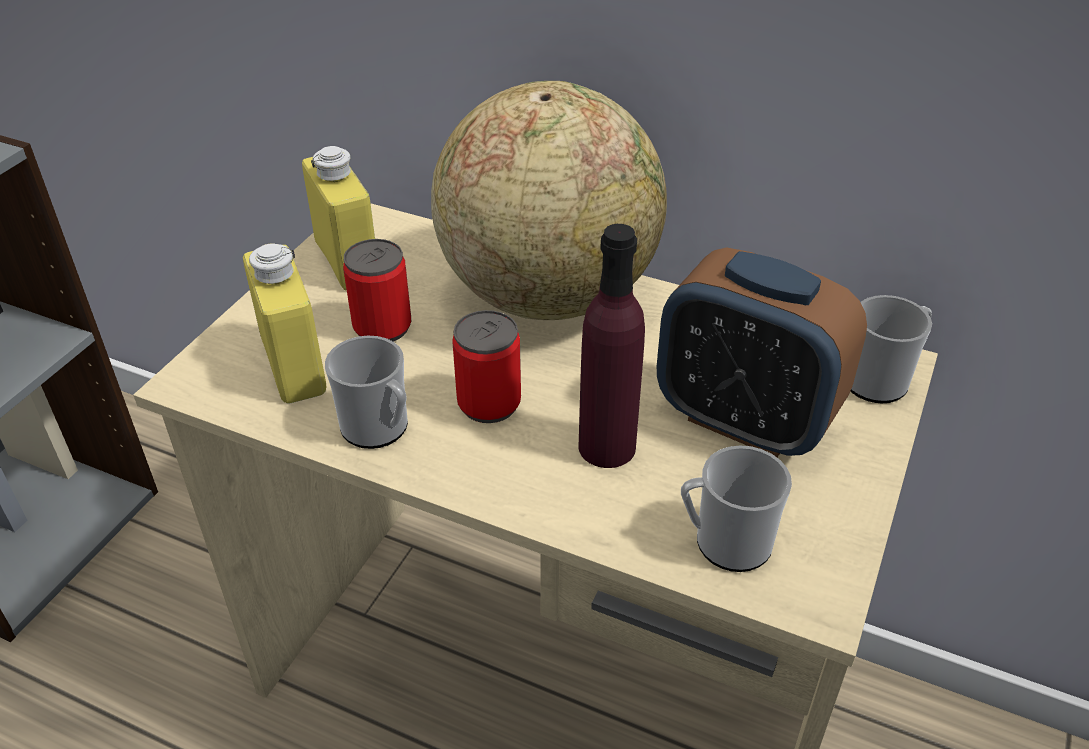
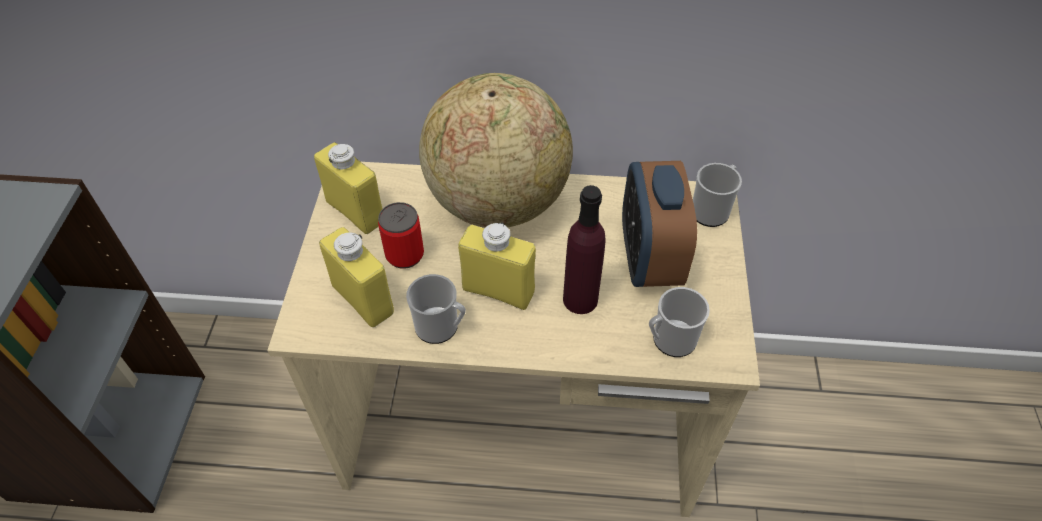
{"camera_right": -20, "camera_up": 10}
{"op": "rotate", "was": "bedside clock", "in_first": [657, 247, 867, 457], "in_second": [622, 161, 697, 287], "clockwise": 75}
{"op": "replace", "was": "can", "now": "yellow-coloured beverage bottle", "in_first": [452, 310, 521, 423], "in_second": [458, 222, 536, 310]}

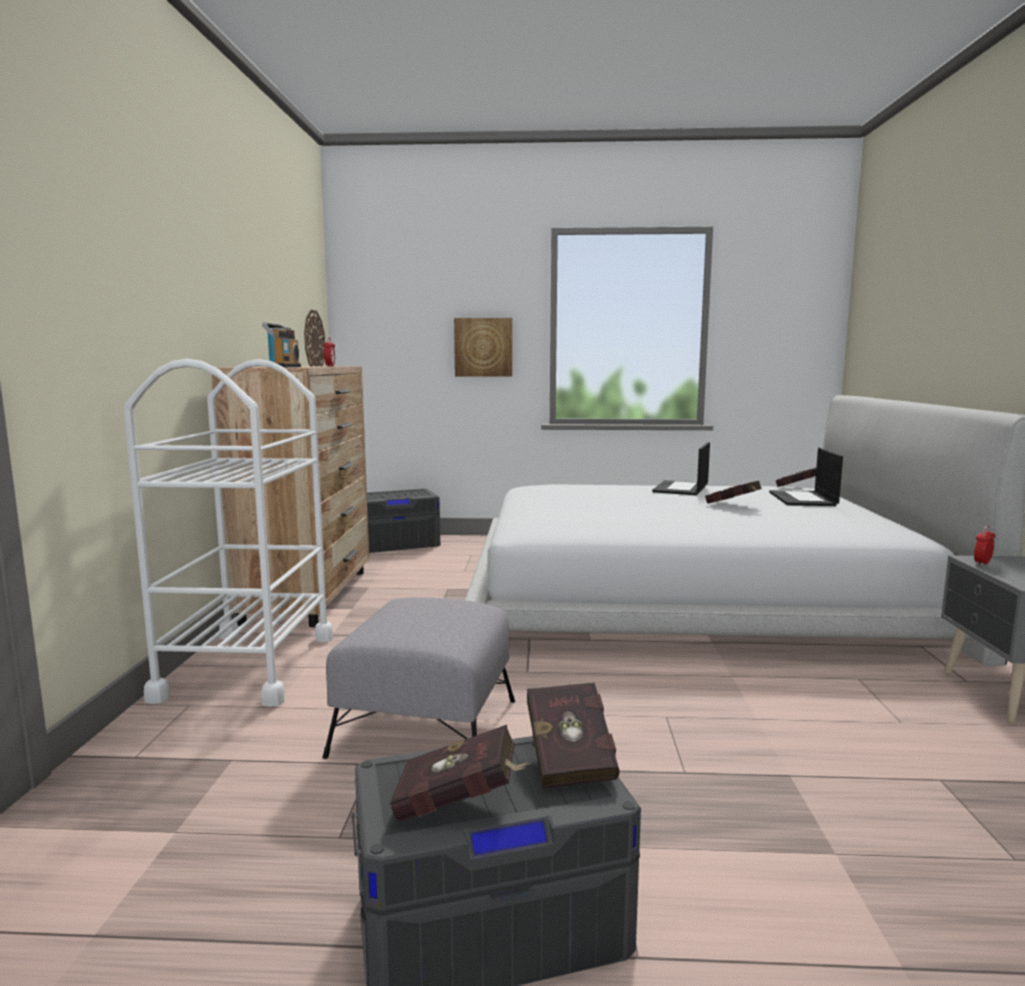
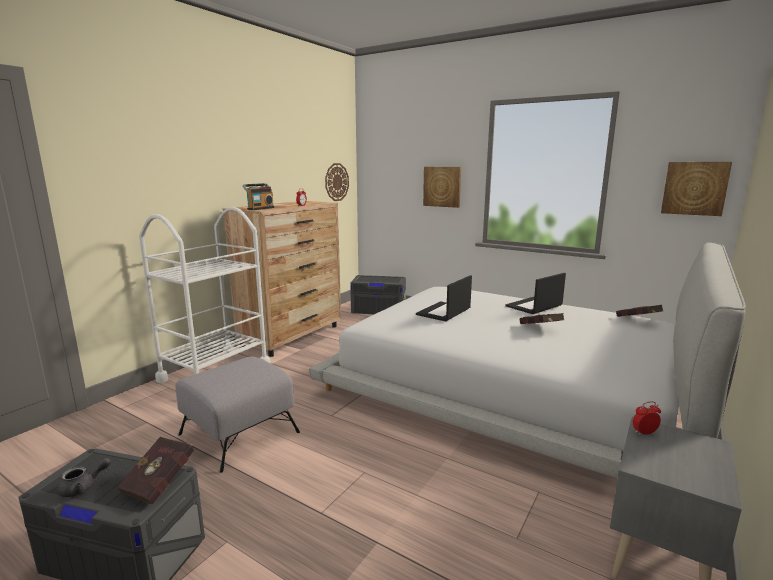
{"camera_right": 30, "camera_up": 5}
{"op": "move", "was": "portable computer", "in_first": [769, 448, 843, 506], "in_second": [416, 275, 472, 322]}
{"op": "replace", "was": "red bound book", "now": "greyish teapot", "in_first": [390, 725, 531, 822], "in_second": [57, 458, 111, 497]}
{"op": "insert", "now": "wall picture", "in_second": [661, 162, 732, 216]}

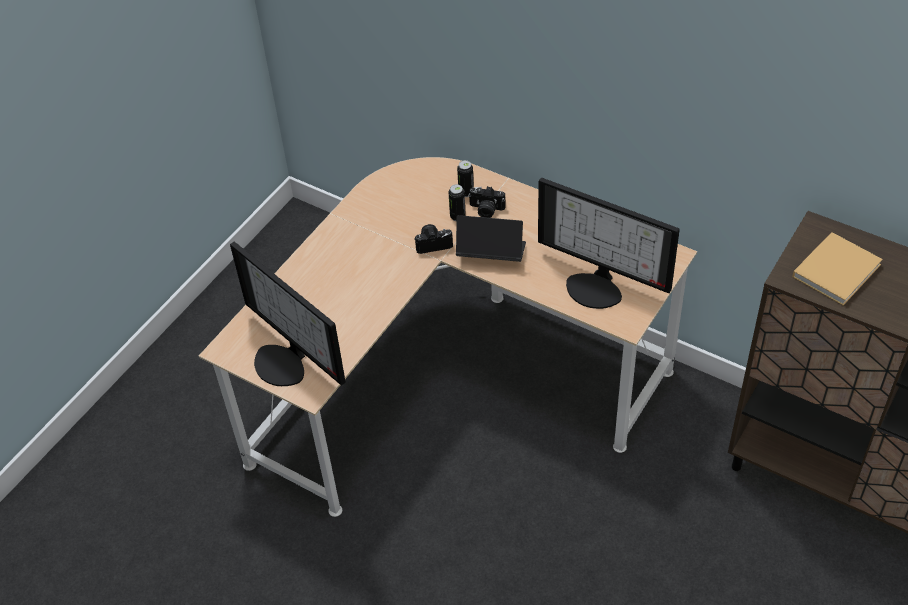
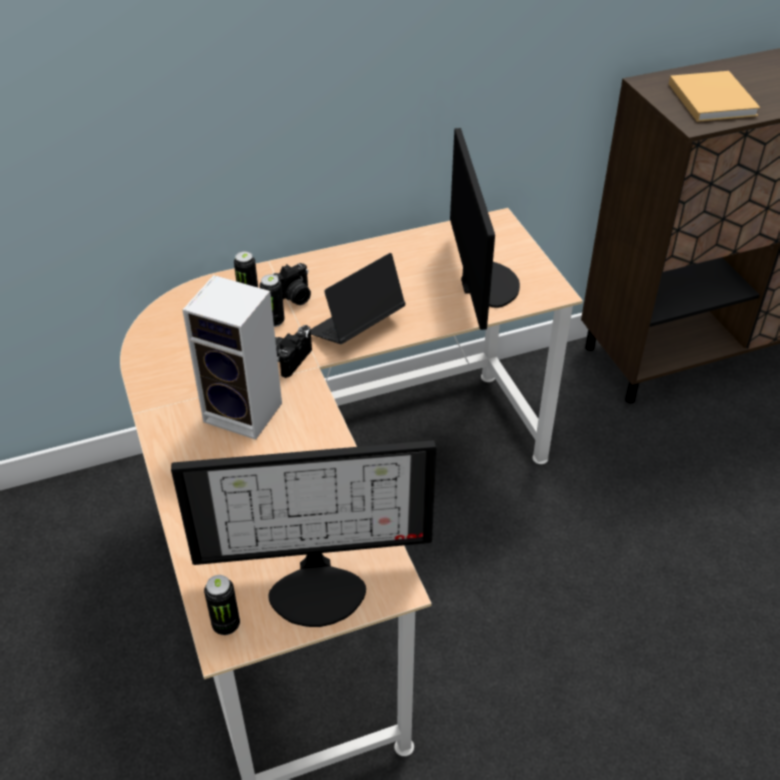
{"camera_right": -55, "camera_up": -5}
{"op": "rotate", "was": "monitor", "in_first": [538, 178, 680, 309], "in_second": [450, 128, 520, 330], "clockwise": -75}
{"op": "insert", "now": "speaker", "in_second": [182, 275, 282, 440]}
{"op": "insert", "now": "can", "in_second": [204, 575, 240, 635]}

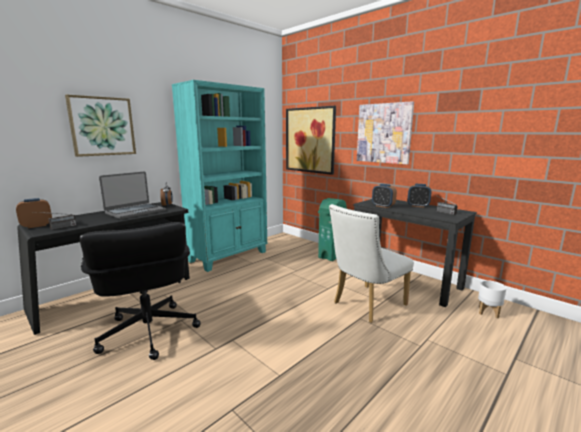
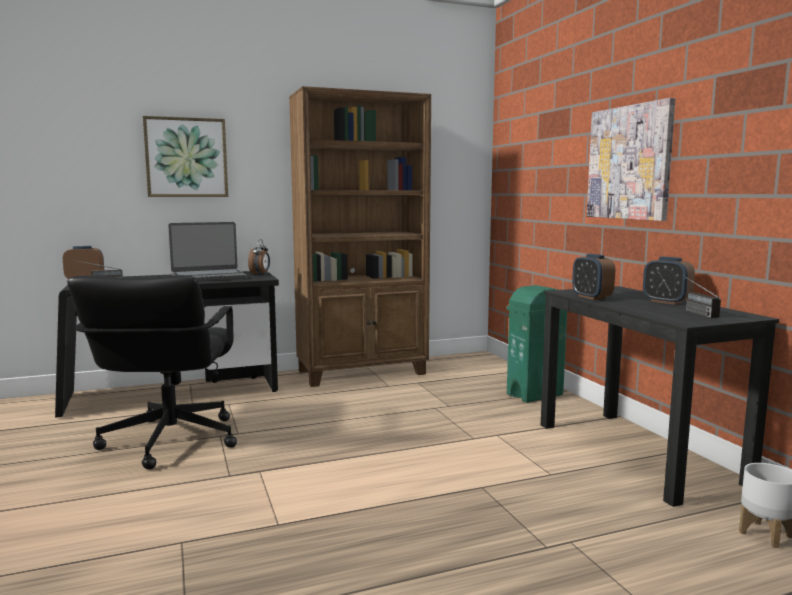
{"camera_right": 25, "camera_up": -5}
{"op": "recolor", "was": "blue-green shelving unit", "now": "brownish shelving unit", "in_first": [172, 80, 267, 272], "in_second": [289, 86, 431, 387]}
{"op": "delete", "was": "wall picture", "in_first": [286, 106, 336, 175]}
{"op": "delete", "was": "white chair", "in_first": [329, 204, 414, 323]}

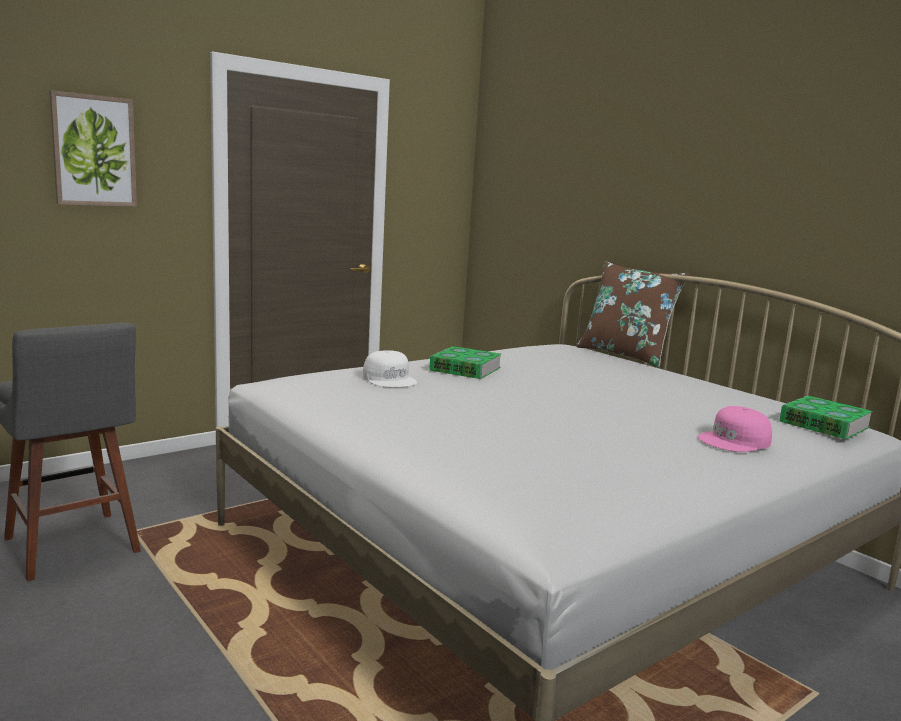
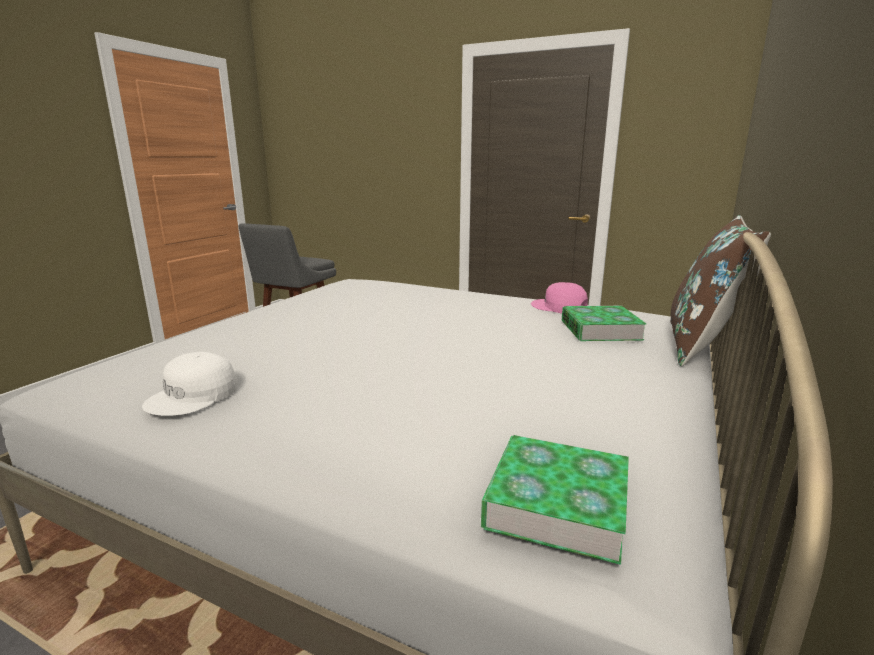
{"camera_right": 65, "camera_up": 5}
{"op": "delete", "was": "wall picture", "in_first": [50, 90, 137, 207]}
{"op": "move", "was": "bound book", "in_first": [429, 346, 501, 379], "in_second": [562, 306, 646, 341]}
{"op": "move", "was": "white baseball cap", "in_first": [363, 350, 417, 387], "in_second": [142, 352, 238, 416]}
{"op": "move", "was": "pink baseball cap", "in_first": [698, 406, 772, 452], "in_second": [531, 282, 588, 313]}

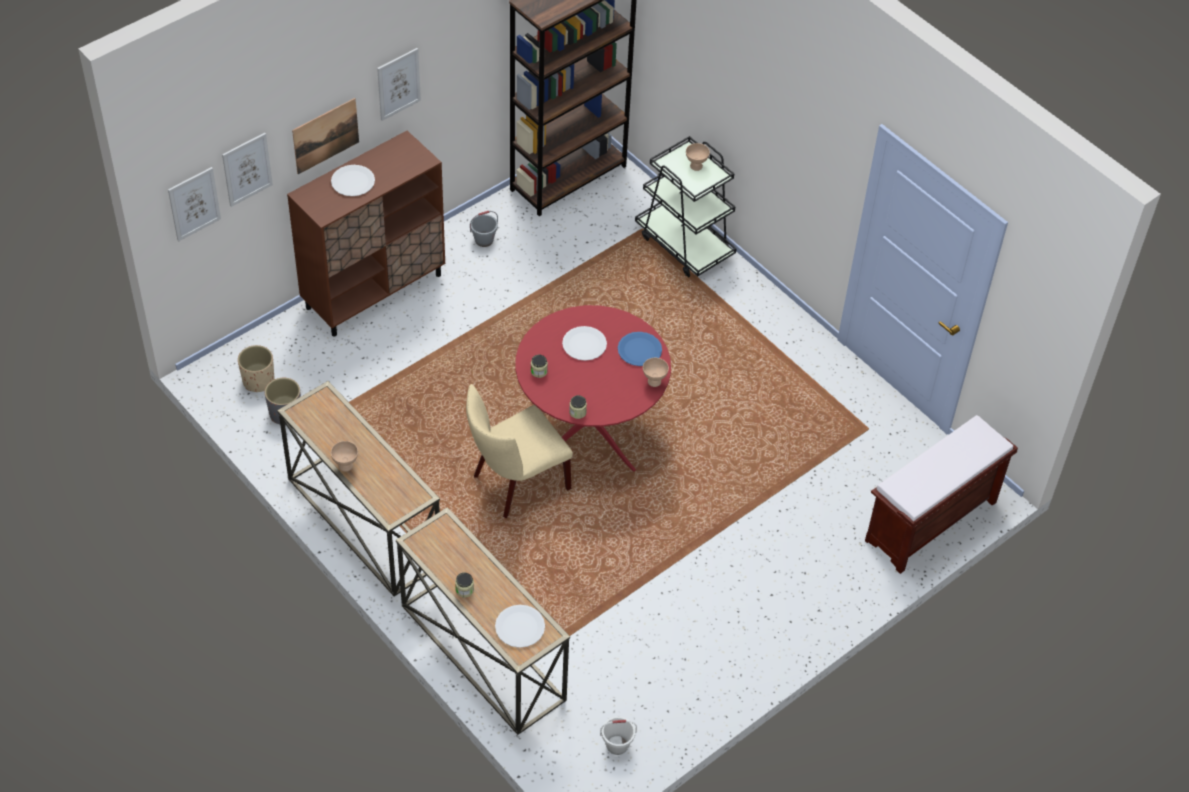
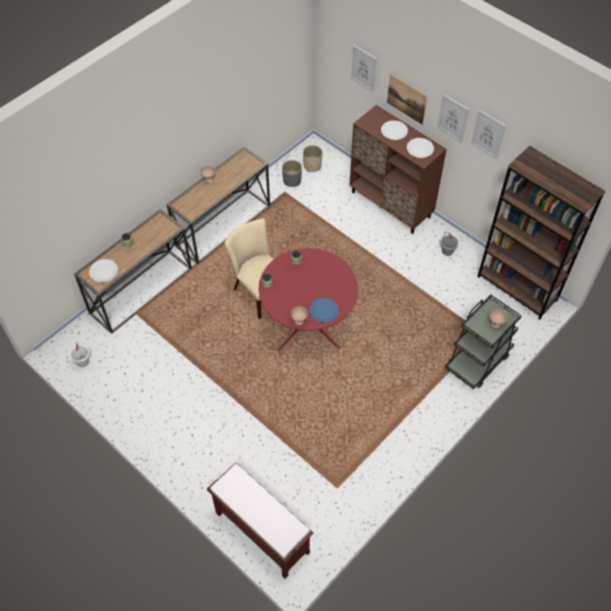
{"camera_right": 85, "camera_up": 5}
{"op": "move", "was": "wall picture", "in_first": [168, 167, 221, 241], "in_second": [471, 110, 506, 159]}
{"op": "move", "was": "white dinner plate", "in_first": [562, 326, 607, 361], "in_second": [407, 138, 434, 158]}

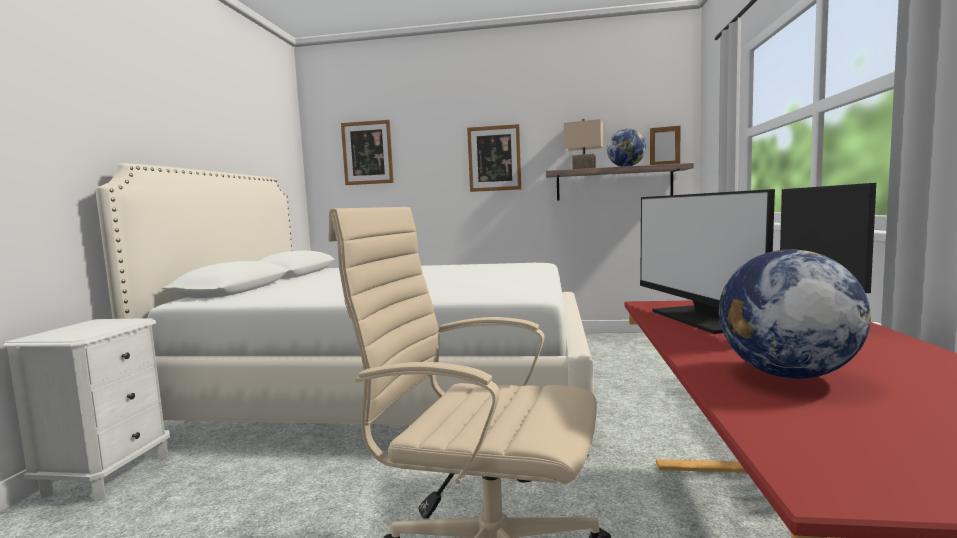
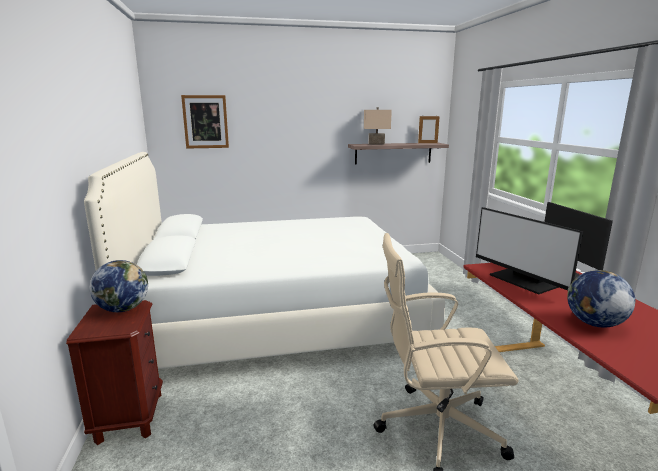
{"camera_right": -20, "camera_up": 10}
{"op": "delete", "was": "wall picture", "in_first": [467, 124, 521, 192]}
{"op": "move", "was": "world globe", "in_first": [607, 129, 646, 167], "in_second": [90, 260, 148, 312]}
{"op": "recolor", "was": "white bedside table", "now": "brownish bedside table", "in_first": [3, 318, 170, 501], "in_second": [66, 300, 163, 445]}

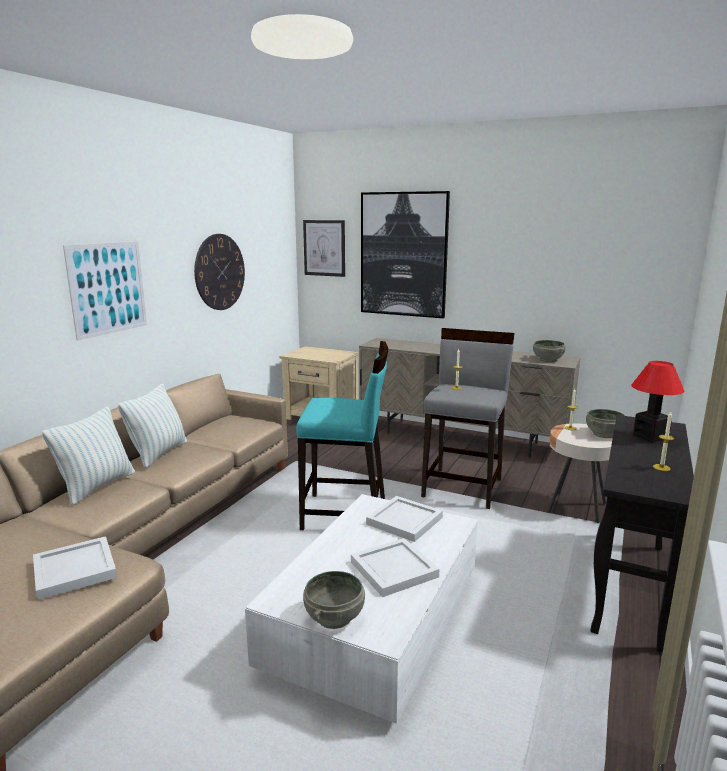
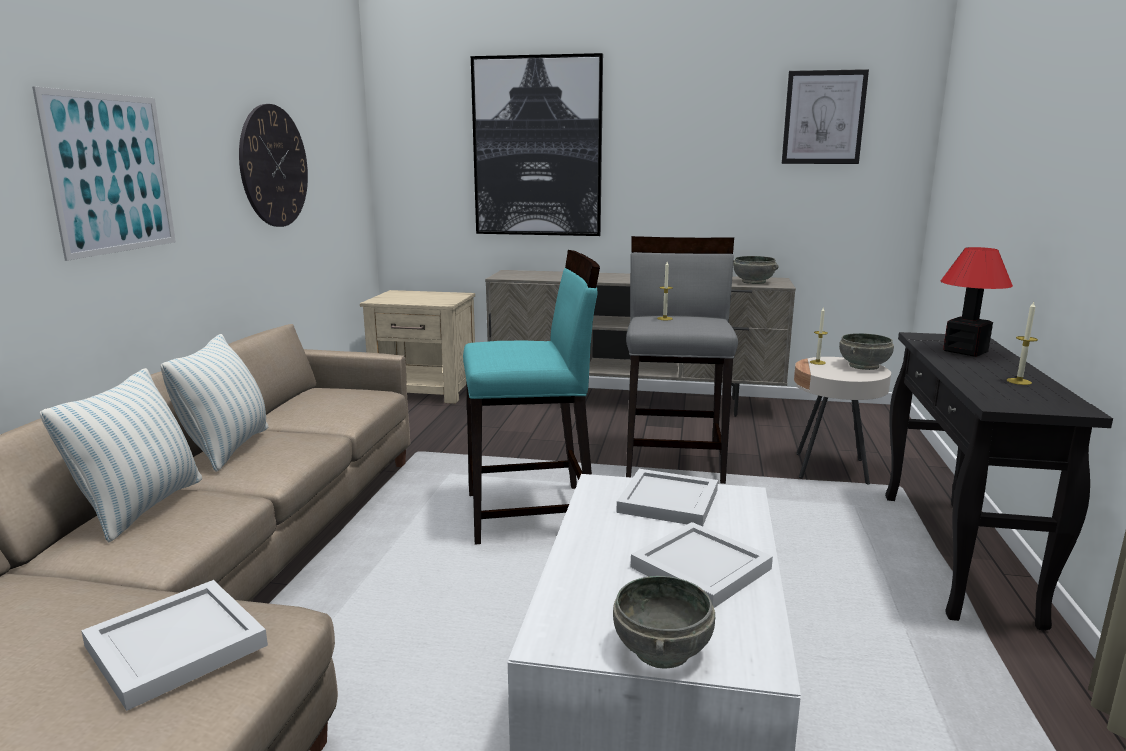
{"camera_right": -15, "camera_up": 0}
{"op": "move", "was": "wall picture", "in_first": [303, 220, 345, 277], "in_second": [782, 69, 869, 164]}

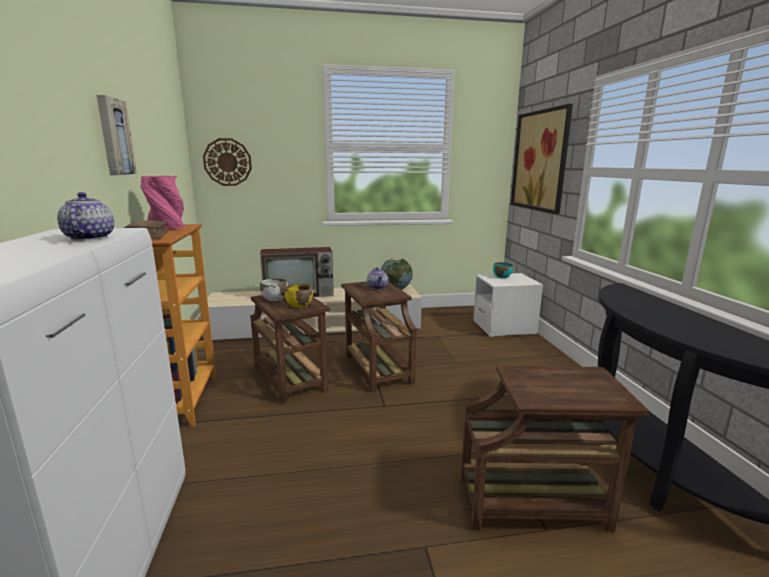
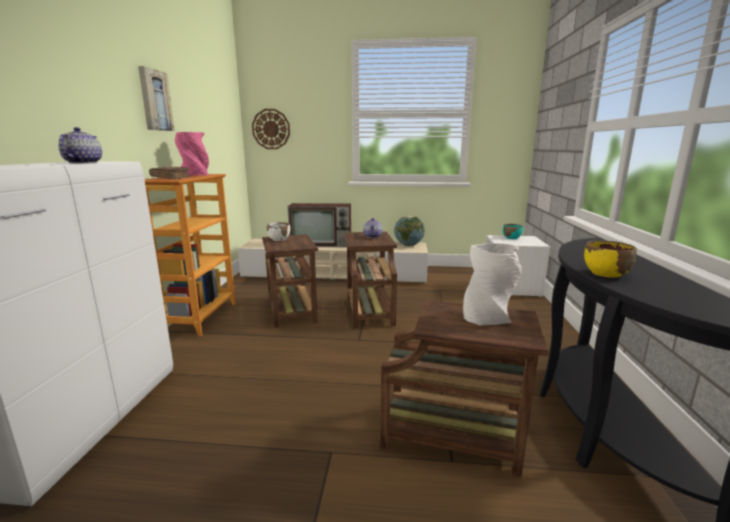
{"camera_right": 15, "camera_up": 0}
{"op": "delete", "was": "wall picture", "in_first": [511, 104, 573, 214]}
{"op": "move", "was": "yellow-coloured bowl", "in_first": [285, 284, 313, 308], "in_second": [584, 241, 637, 278]}
{"op": "insert", "now": "white flower vase", "in_second": [463, 243, 522, 325]}

